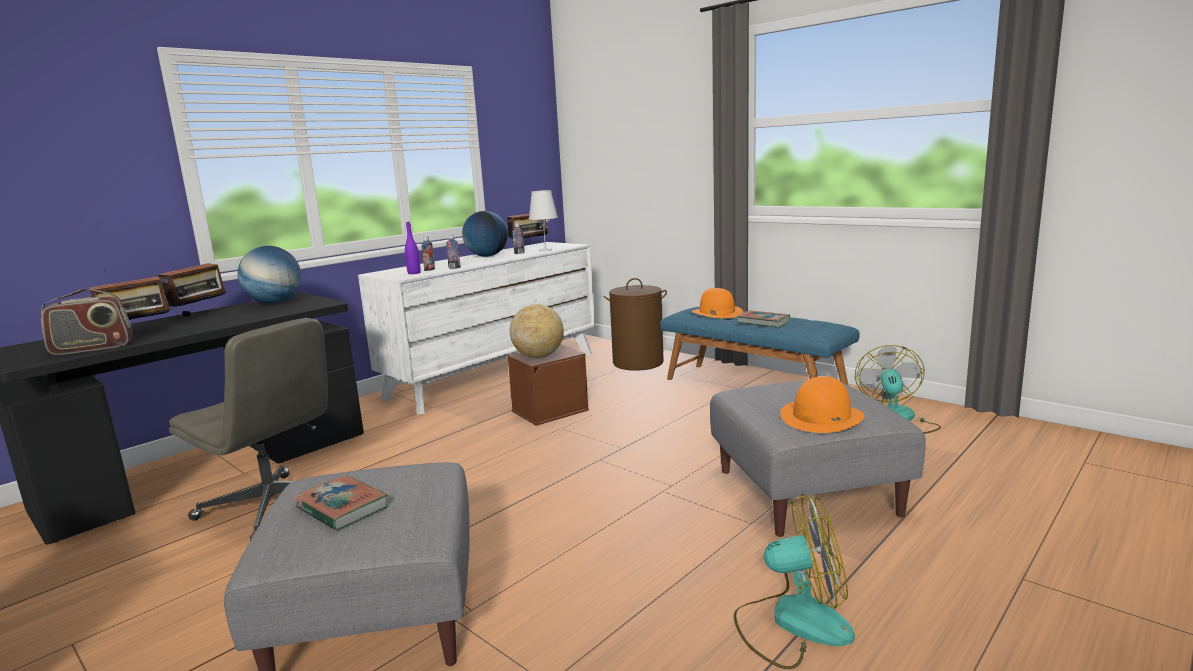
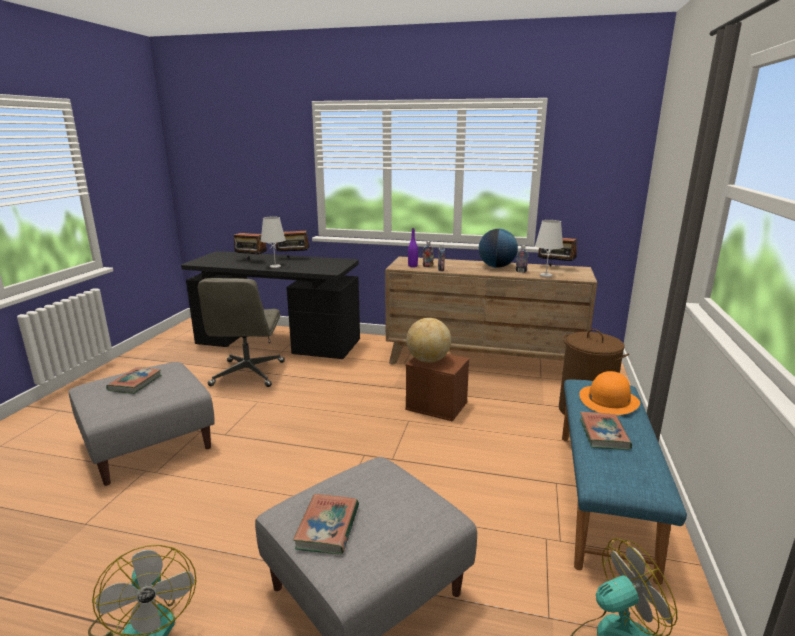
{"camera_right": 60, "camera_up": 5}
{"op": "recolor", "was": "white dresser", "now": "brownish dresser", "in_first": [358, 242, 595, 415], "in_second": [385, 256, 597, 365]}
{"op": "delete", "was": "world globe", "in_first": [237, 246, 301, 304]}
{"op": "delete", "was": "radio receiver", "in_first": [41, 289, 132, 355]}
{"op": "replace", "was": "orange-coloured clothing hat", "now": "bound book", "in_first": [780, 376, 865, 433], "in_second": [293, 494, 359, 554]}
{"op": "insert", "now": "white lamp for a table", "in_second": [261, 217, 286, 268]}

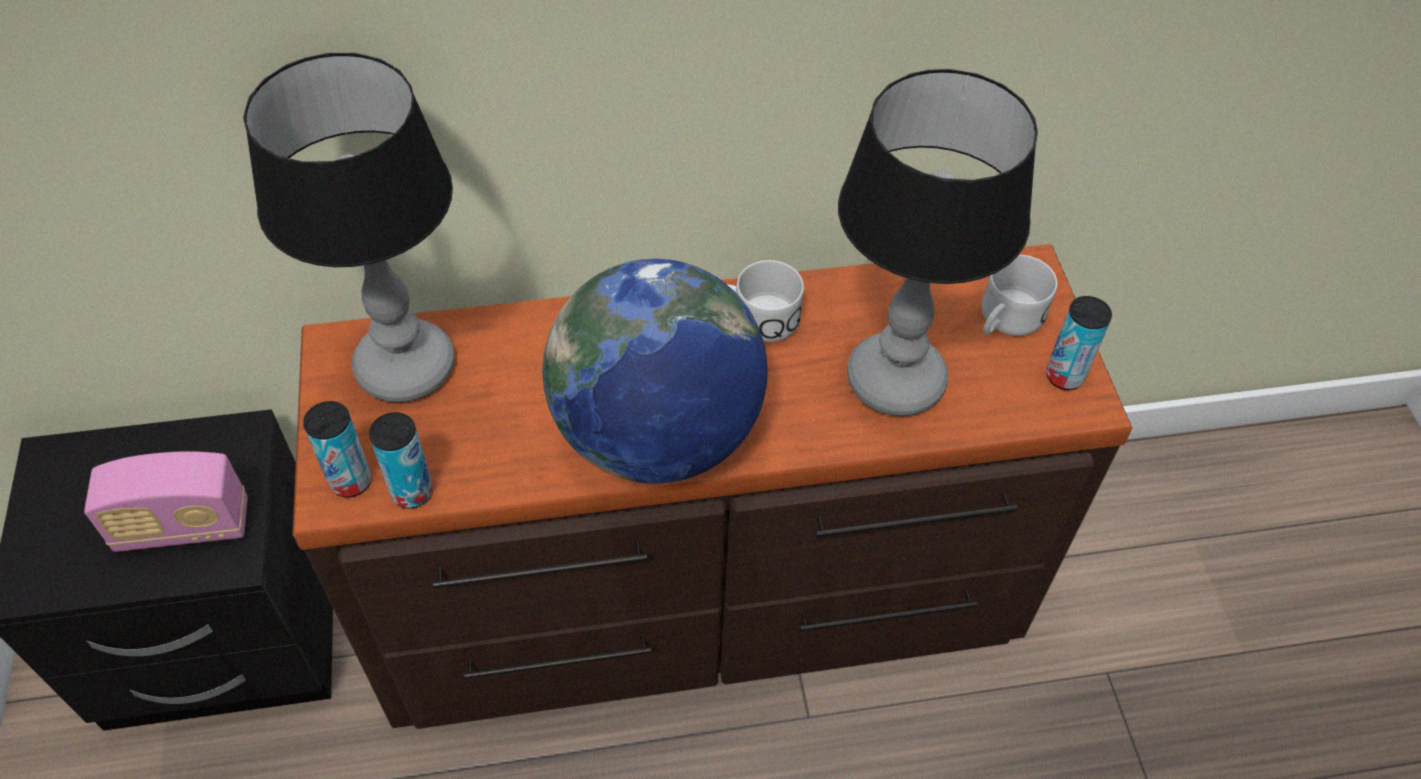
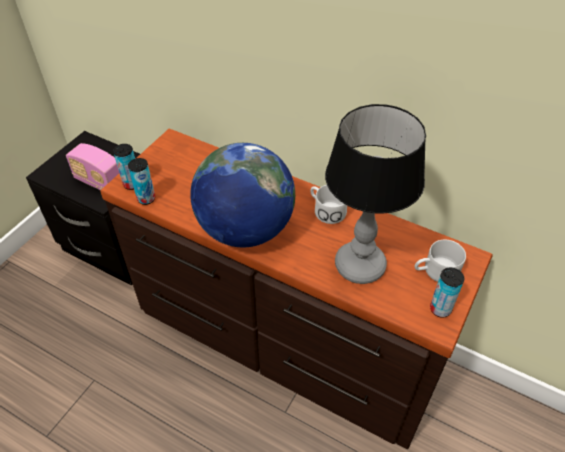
{"camera_right": 40, "camera_up": -5}
{"op": "delete", "was": "lamp for a table", "in_first": [243, 53, 455, 402]}

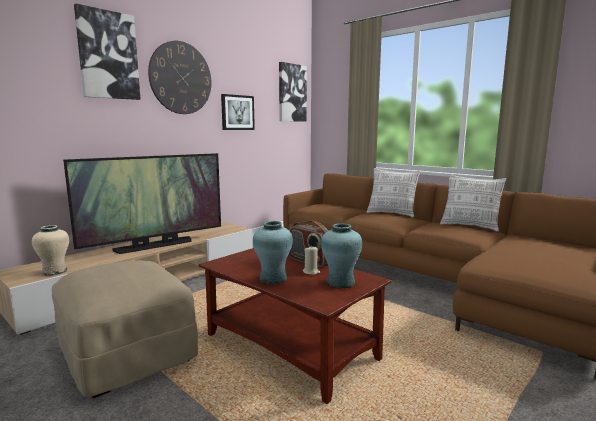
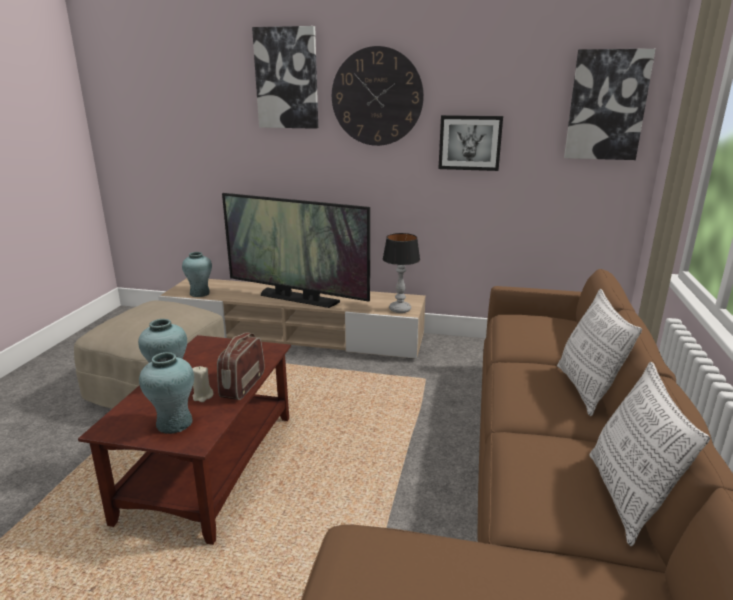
{"camera_right": 60, "camera_up": 10}
{"op": "recolor", "was": "beige-coloured flower vase", "now": "blue-green flower vase", "in_first": [32, 225, 69, 276], "in_second": [182, 252, 212, 297]}
{"op": "insert", "now": "lamp for a table", "in_second": [383, 233, 420, 313]}

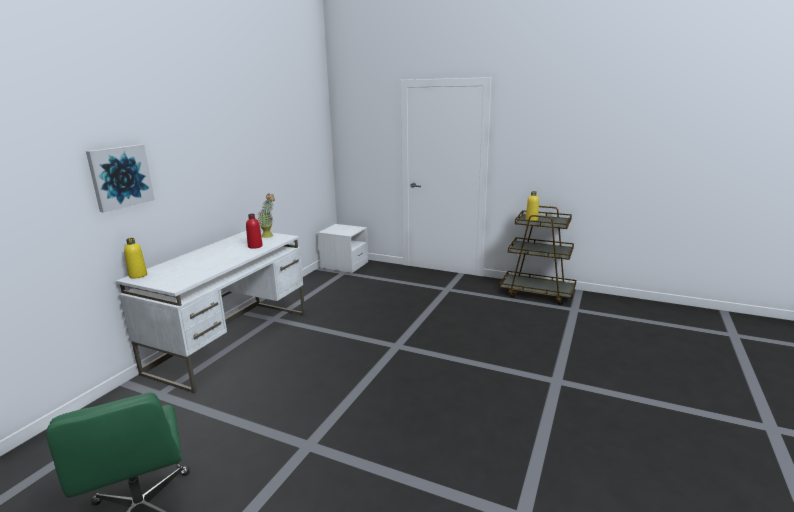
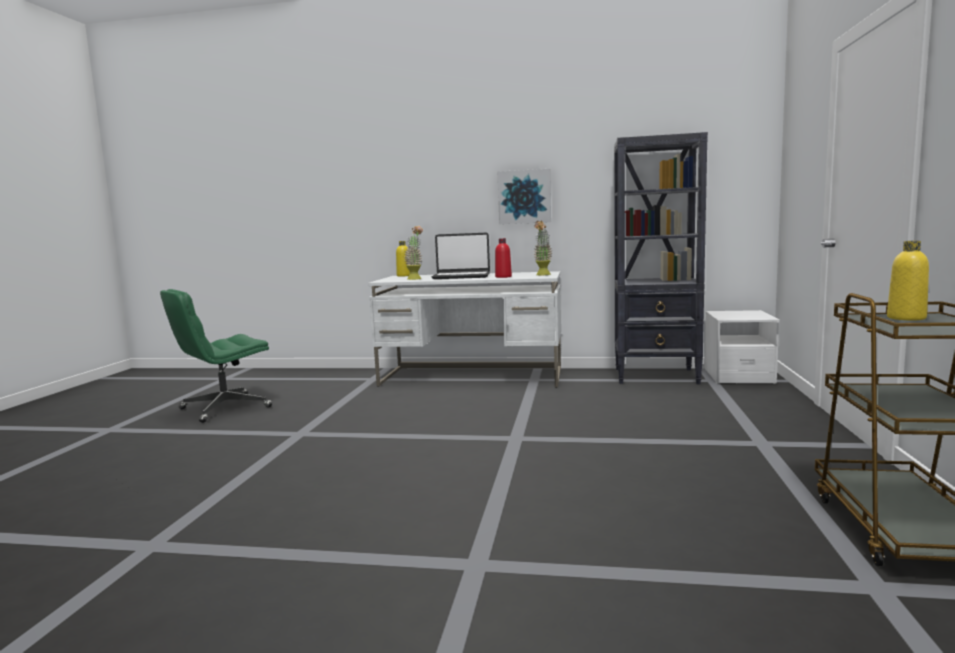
{"camera_right": 75, "camera_up": -10}
{"op": "move", "was": "wall picture", "in_first": [86, 144, 155, 213], "in_second": [498, 169, 551, 224]}
{"op": "insert", "now": "black-coloured shelving unit", "in_second": [614, 132, 708, 384]}
{"op": "insert", "now": "houseplant", "in_second": [404, 226, 423, 280]}
{"op": "insert", "now": "portable computer", "in_second": [432, 233, 490, 279]}

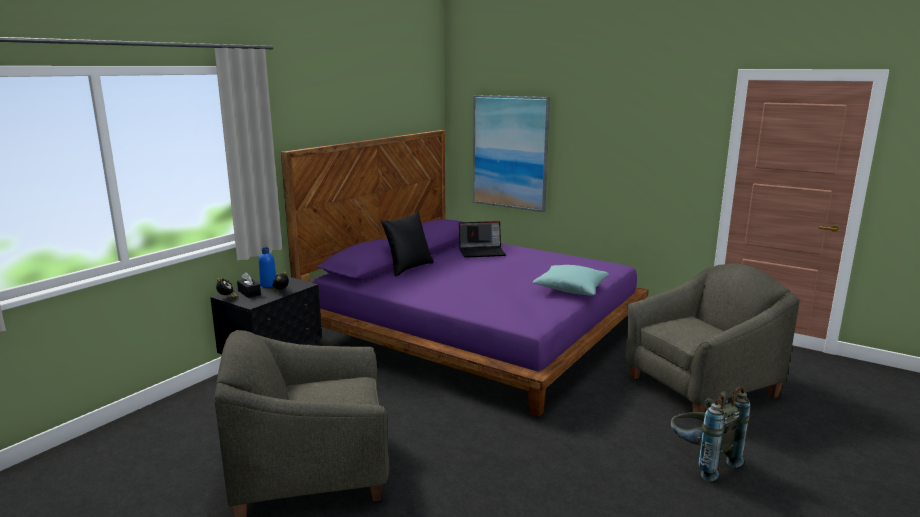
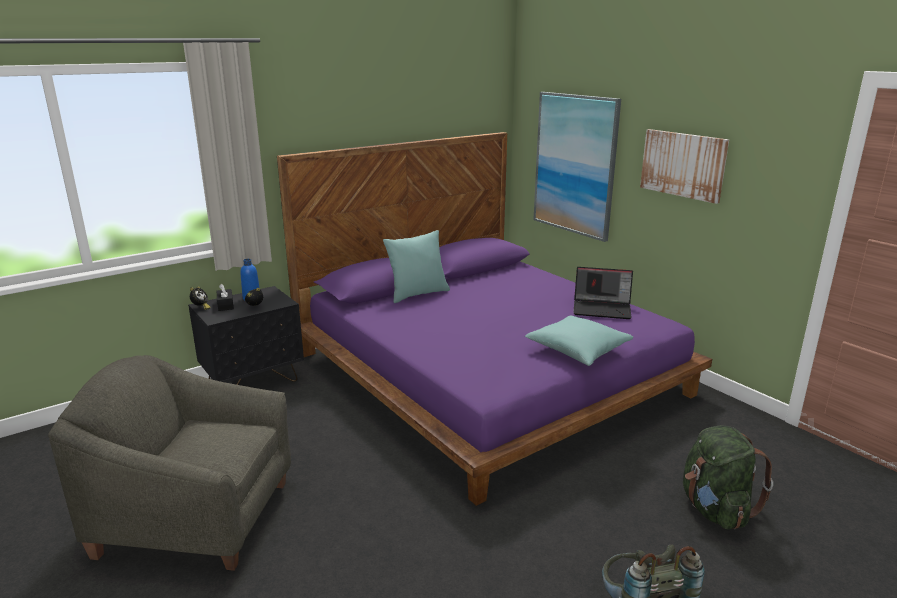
{"camera_right": 20, "camera_up": 5}
{"op": "recolor", "was": "black-coloured throw pillow", "now": "blue-green throw pillow", "in_first": [381, 212, 434, 277], "in_second": [383, 230, 450, 303]}
{"op": "move", "was": "portable computer", "in_first": [459, 221, 506, 258], "in_second": [573, 267, 633, 319]}
{"op": "replace", "was": "greyish lounge chair", "now": "green-coloured knapsack", "in_first": [626, 263, 800, 412], "in_second": [683, 425, 773, 530]}
{"op": "insert", "now": "wall picture", "in_second": [640, 129, 729, 204]}

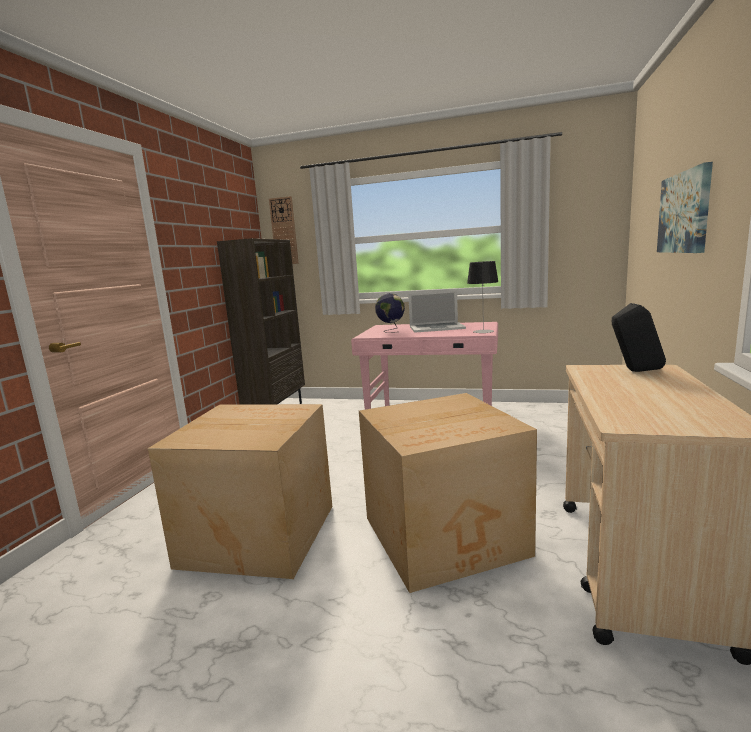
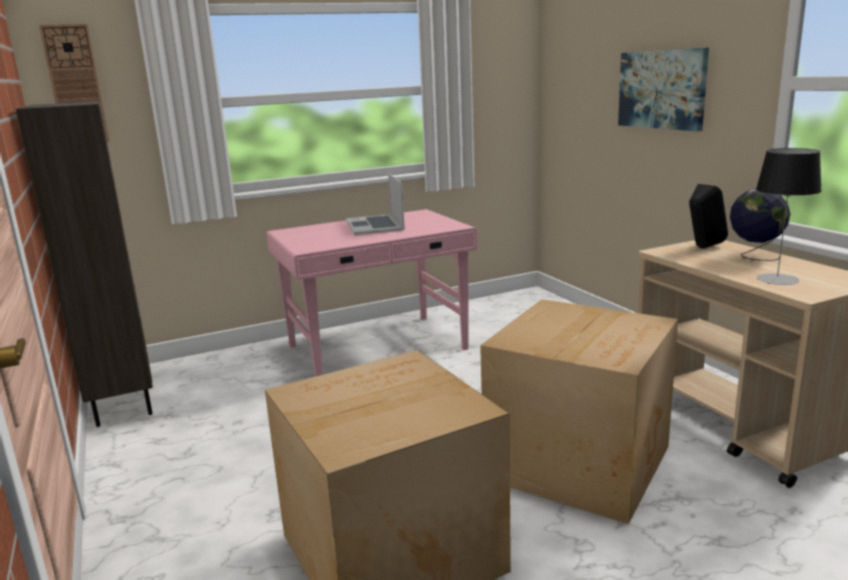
{"camera_right": -40, "camera_up": 5}
{"op": "move", "was": "lamp for a table", "in_first": [467, 261, 498, 333], "in_second": [756, 148, 822, 285]}
{"op": "rotate", "was": "portable computer", "in_first": [408, 290, 466, 333], "in_second": [346, 173, 405, 235], "clockwise": 120}
{"op": "move", "was": "world globe", "in_first": [375, 293, 405, 333], "in_second": [730, 189, 790, 261]}

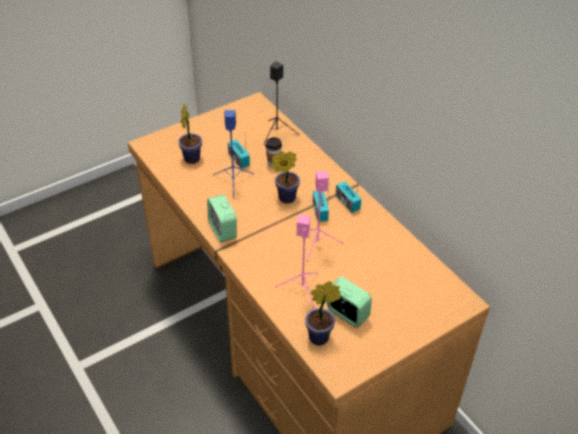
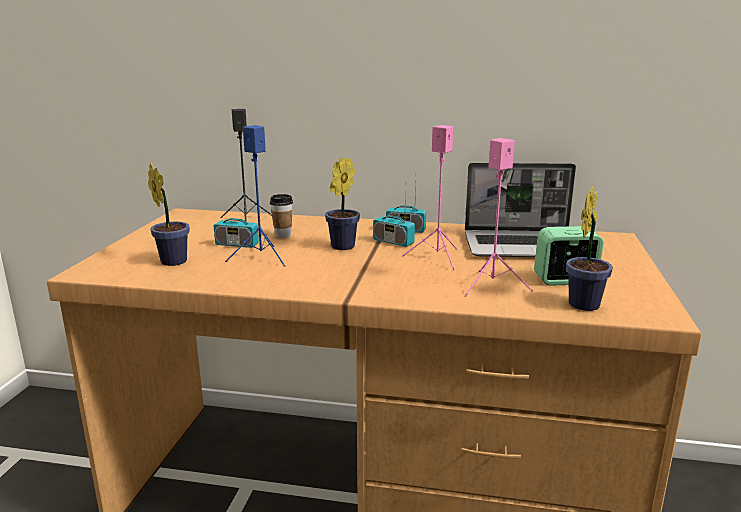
{"camera_right": -45, "camera_up": -25}
{"op": "delete", "was": "bedside clock", "in_first": [207, 195, 237, 242]}
{"op": "insert", "now": "portable computer", "in_second": [465, 163, 576, 257]}

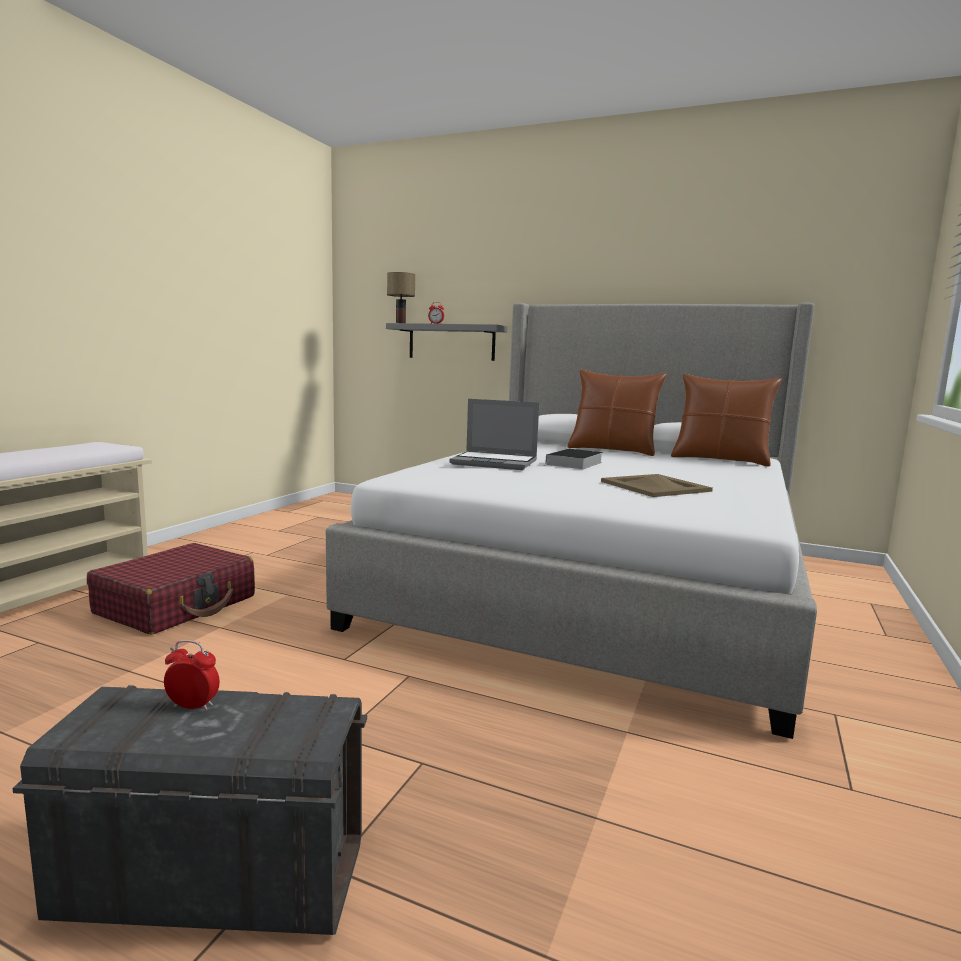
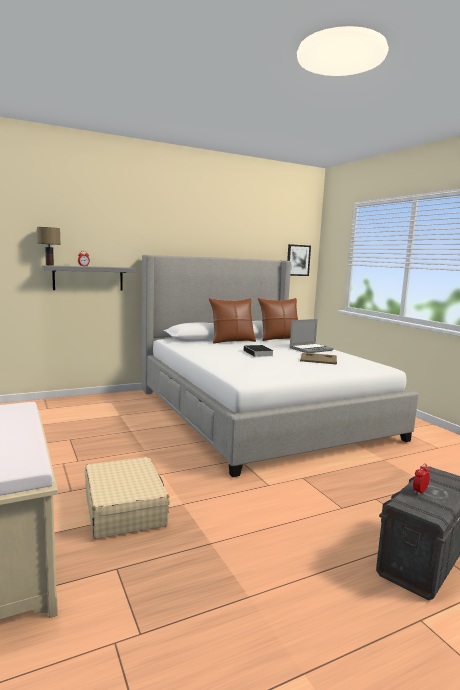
{"camera_right": -50, "camera_up": 0}
{"op": "move", "was": "portable computer", "in_first": [449, 399, 539, 470], "in_second": [290, 319, 334, 353]}
{"op": "recolor", "was": "red piece of luggage", "now": "beige-coloured piece of luggage", "in_first": [87, 543, 255, 635], "in_second": [85, 457, 170, 539]}
{"op": "insert", "now": "wall picture", "in_second": [287, 244, 311, 276]}

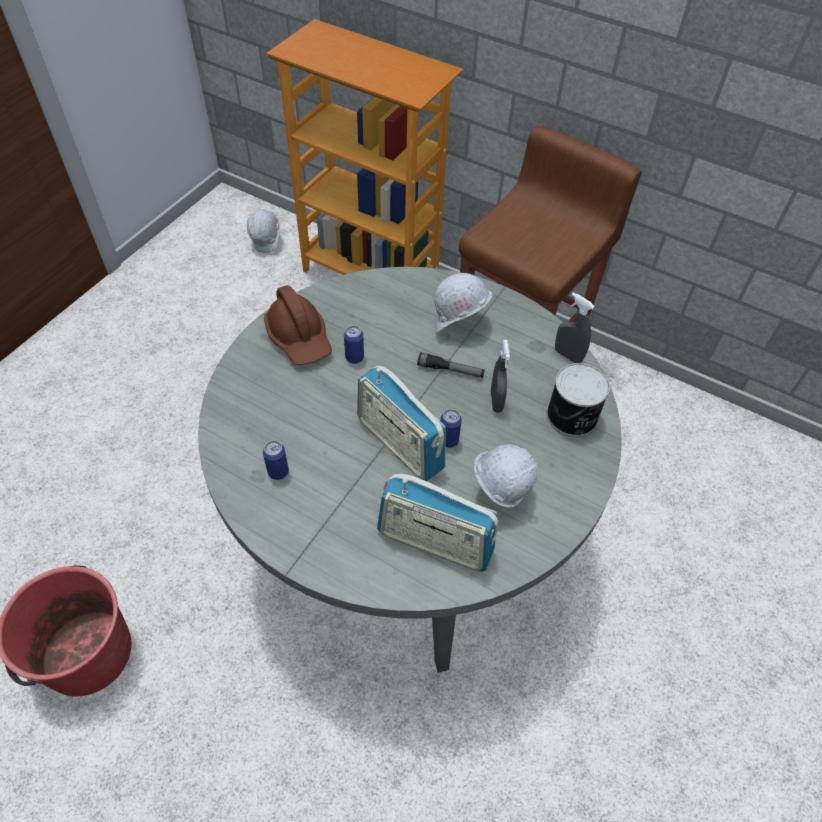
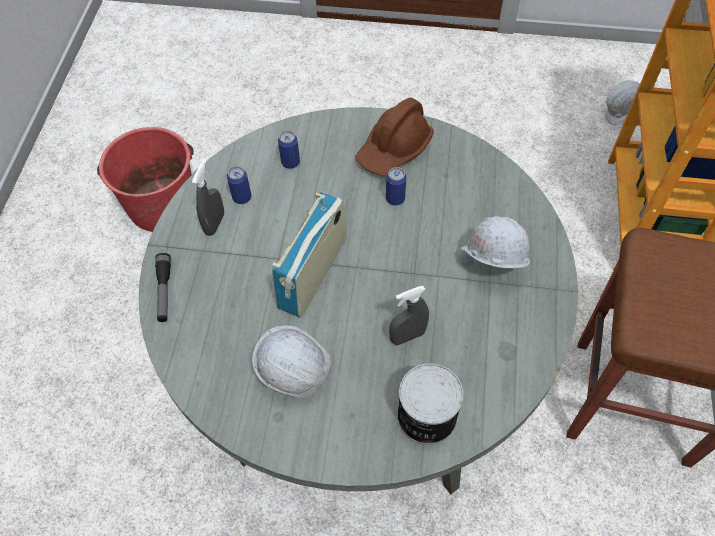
{"camera_right": 70, "camera_up": 5}
{"op": "move", "was": "greyish spray bottle", "in_first": [555, 292, 595, 363], "in_second": [192, 159, 224, 236]}
{"op": "move", "was": "flashlight", "in_first": [417, 352, 485, 378], "in_second": [155, 253, 171, 322]}
{"op": "move", "was": "can", "in_first": [440, 409, 462, 448], "in_second": [278, 130, 300, 169]}
{"op": "delete", "was": "radio receiver", "in_first": [377, 474, 499, 572]}

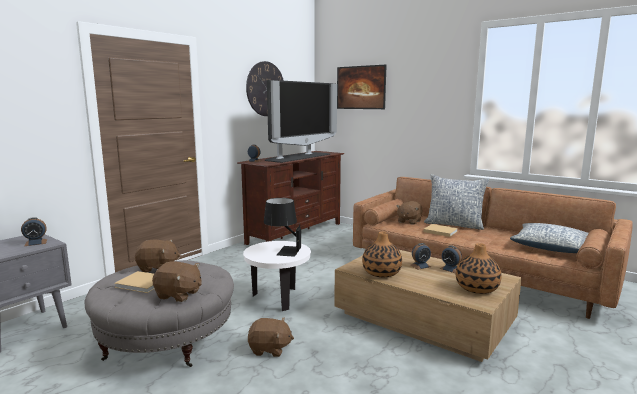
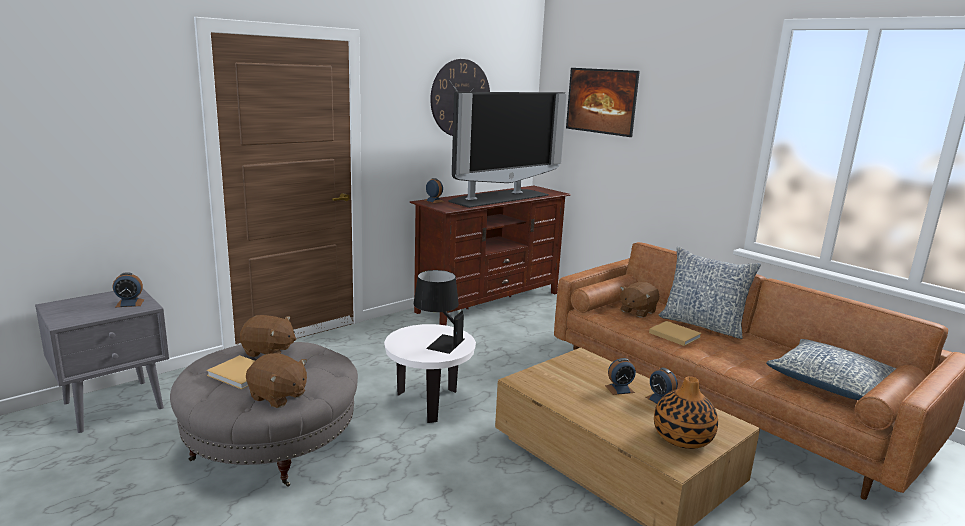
{"camera_right": 10, "camera_up": 5}
{"op": "delete", "was": "flower vase", "in_first": [362, 232, 402, 277]}
{"op": "delete", "was": "brownish plush toy", "in_first": [248, 318, 294, 357]}

